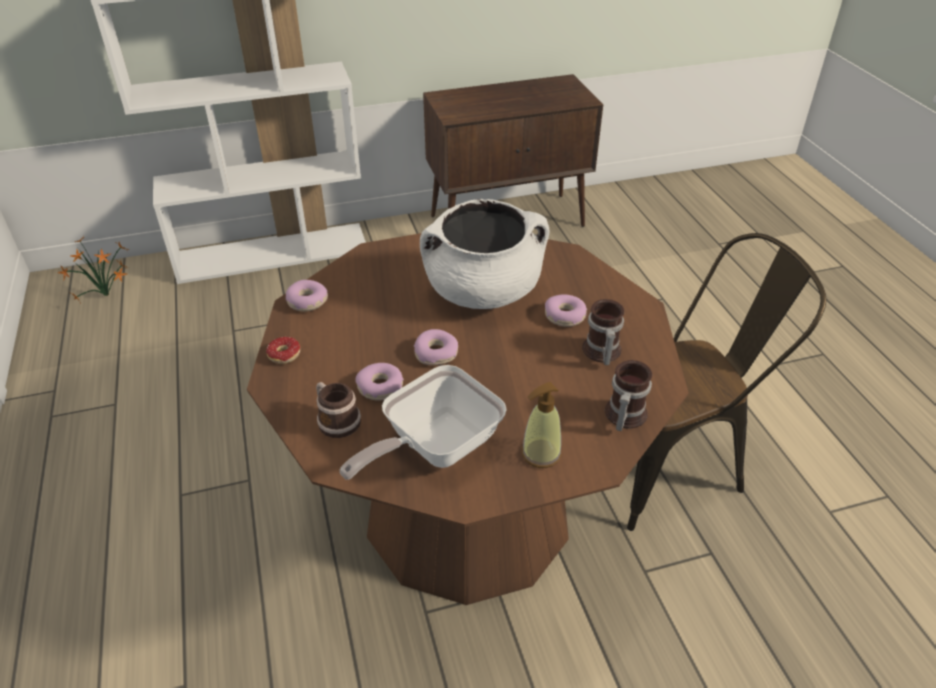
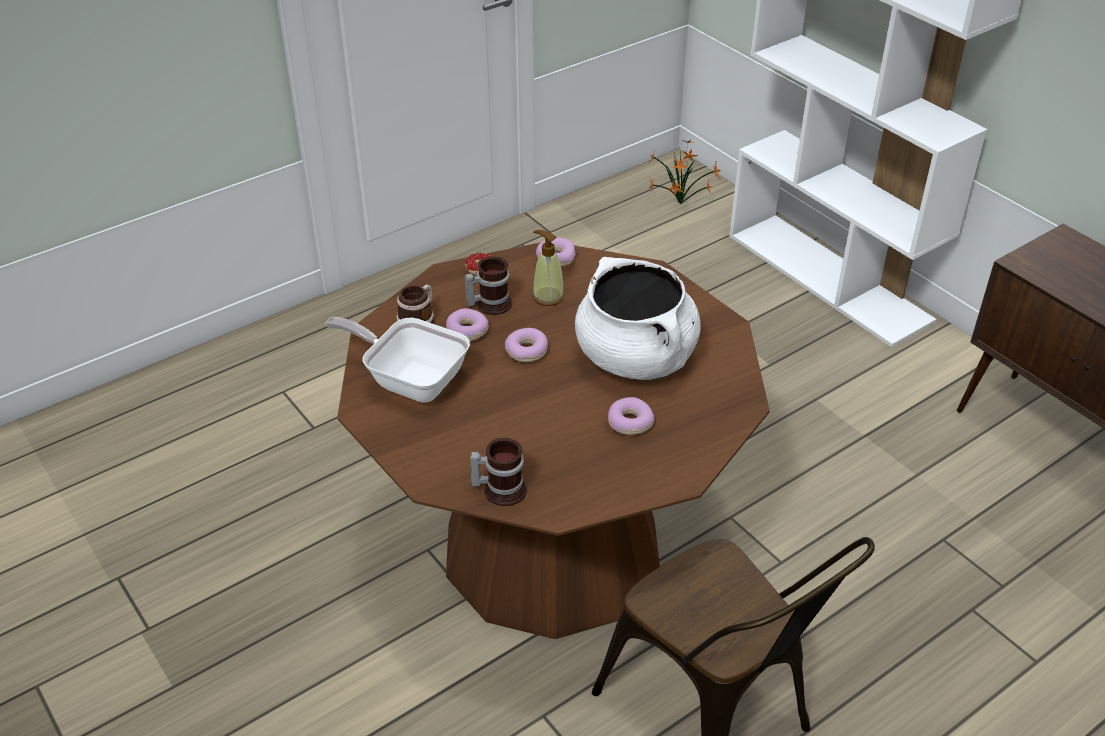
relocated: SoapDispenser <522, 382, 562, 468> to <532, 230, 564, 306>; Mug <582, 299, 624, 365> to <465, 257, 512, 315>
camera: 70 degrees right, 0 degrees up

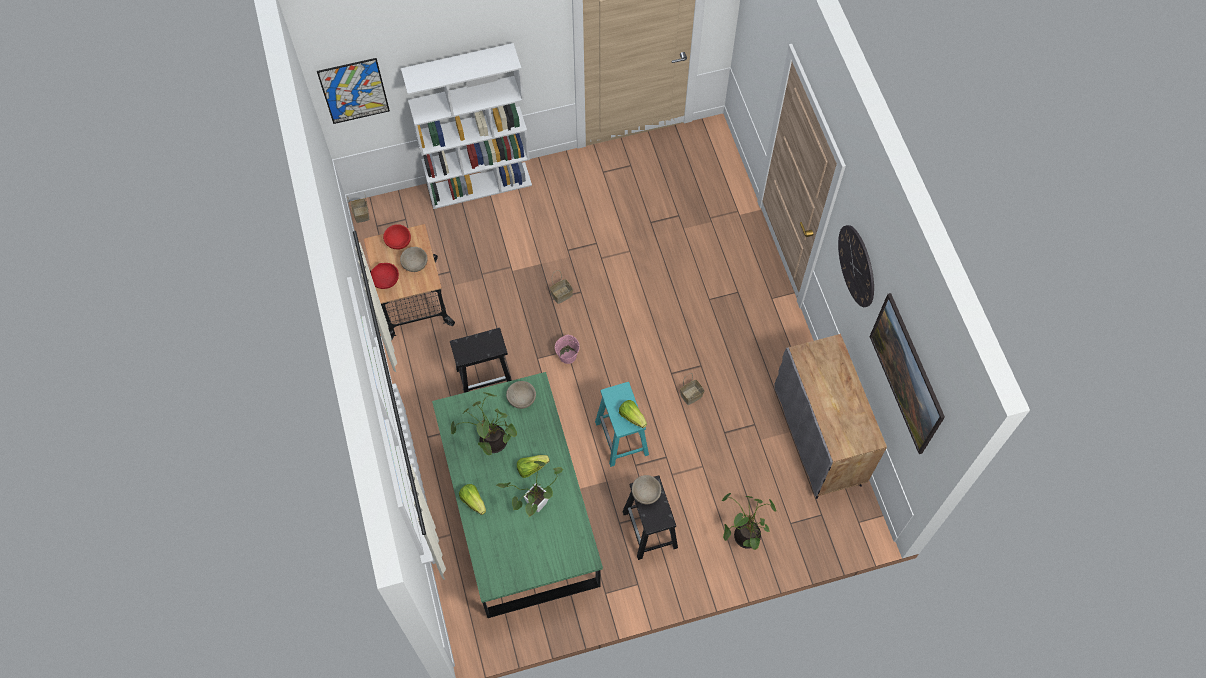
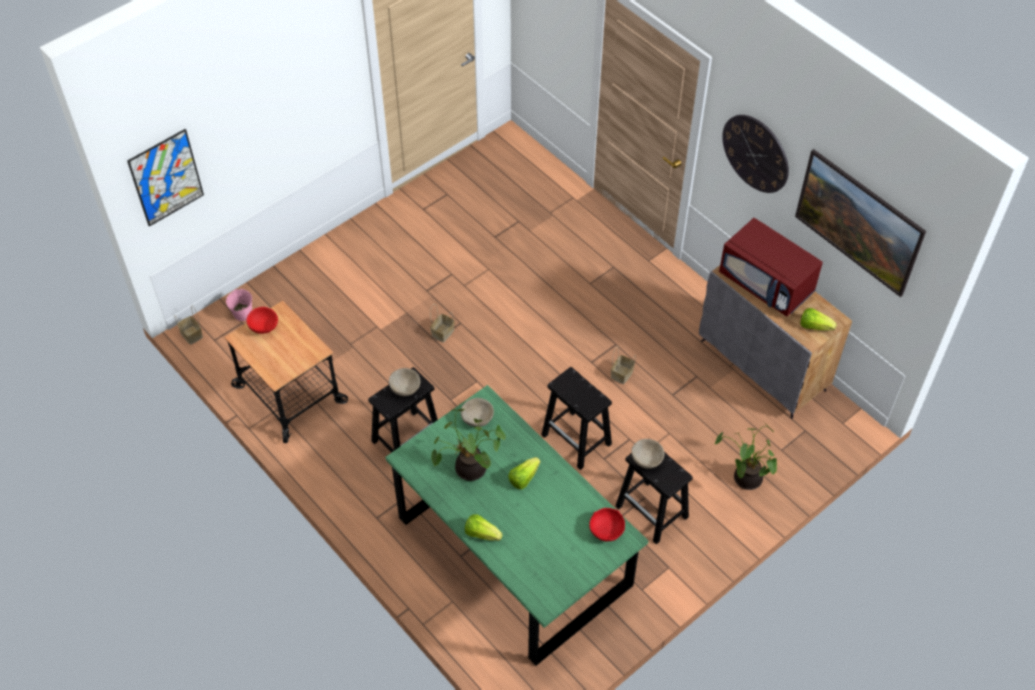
missing: WhiteBookcase <401, 43, 532, 209>; PottedPlant <496, 461, 563, 517>
appeared: RedMicrowave <719, 218, 823, 317>
relocated: RedBowl <370, 263, 399, 289> to <589, 508, 625, 542>; BeigeBowl <400, 247, 428, 272> to <389, 368, 420, 396>; PinkBucket <555, 335, 580, 364> to <226, 289, 252, 321>; Lettuce <619, 400, 647, 428> to <800, 308, 837, 331>
colour: TurquoiseStool <595, 382, 649, 467> to BlackStool <541, 367, 612, 470>
camera: 25 degrees left, 10 degrees down

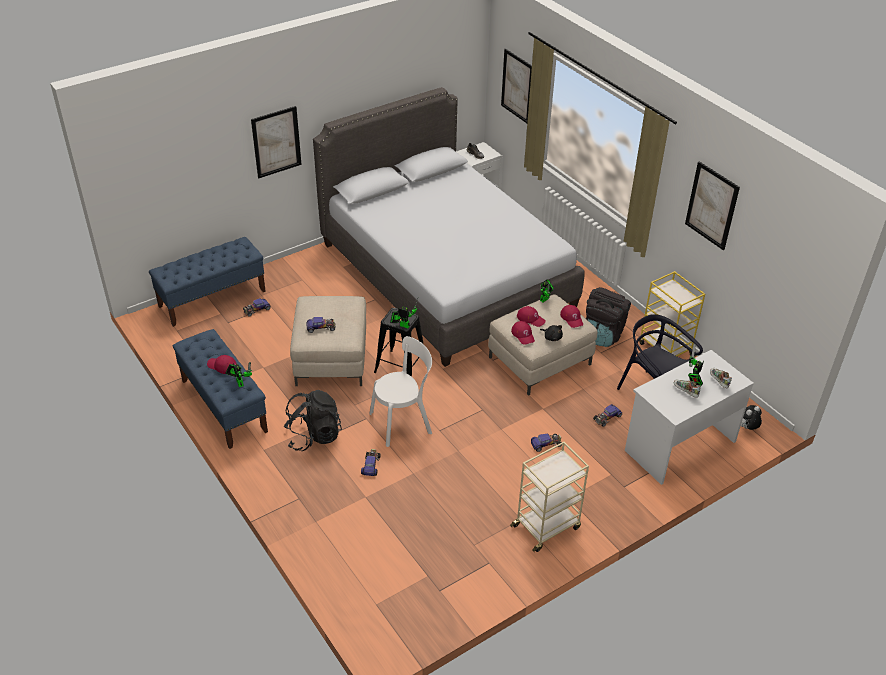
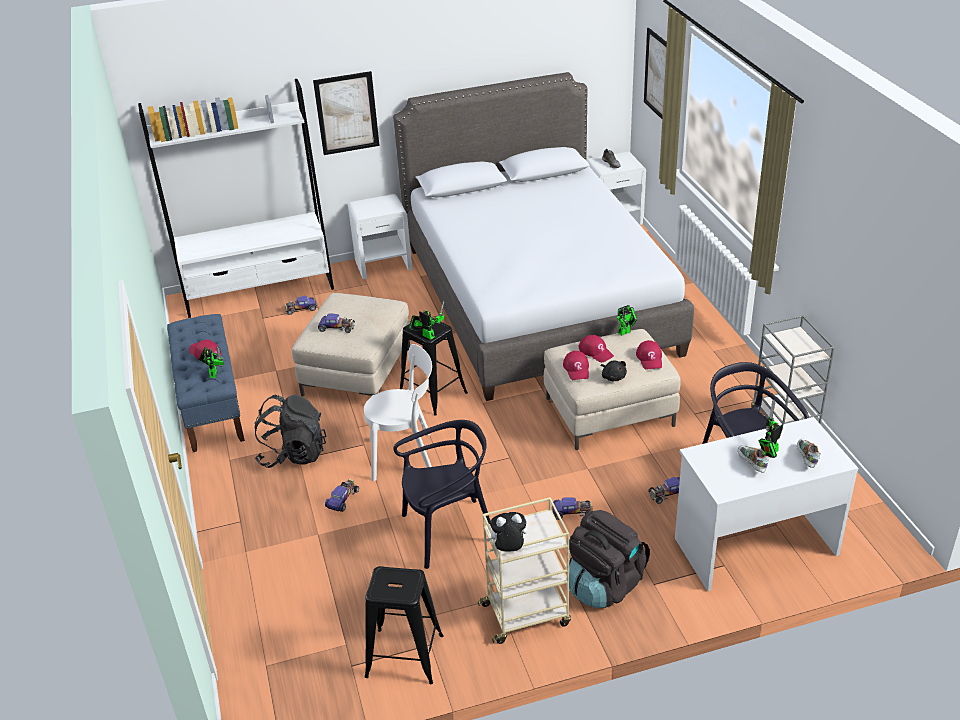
missing: Picture <685, 162, 740, 250>
appeared: WhiteNightstand <348, 194, 412, 279>; BlackStool <365, 566, 444, 684>; BlackChair <393, 420, 490, 569>
relocated: BlackBackpack <586, 287, 631, 347> to <569, 510, 650, 608>; PlushToy <741, 405, 762, 430> to <487, 512, 527, 552>
exchanged: BlueBench <149, 237, 266, 327> to WhiteBookcase <138, 79, 334, 318>
colour: YellowCart <639, 271, 705, 357> to GreyCart <751, 315, 835, 425>
camera: 20 degrees right, 5 degrees down

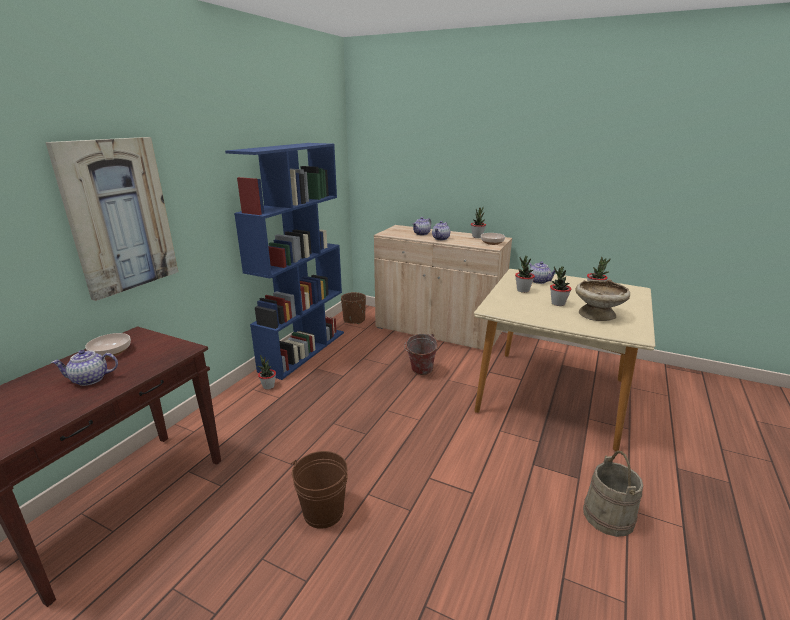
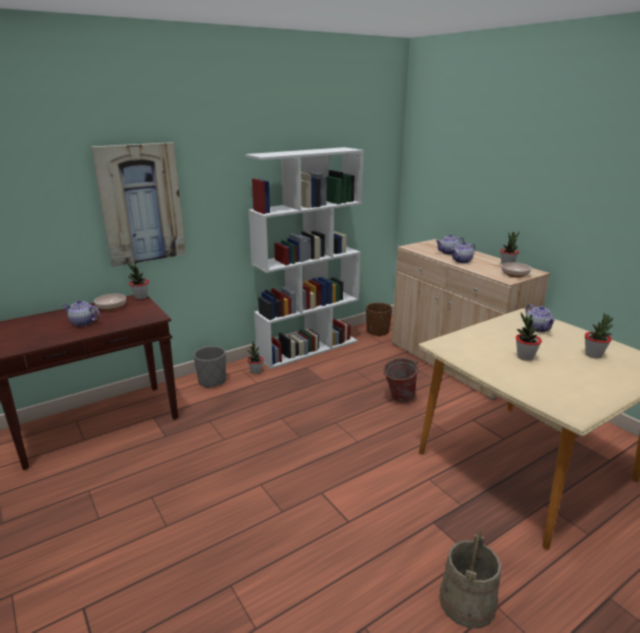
missing: BrownBucket <291, 451, 348, 529>; BeigeBowl <575, 279, 630, 321>
appeared: GreyPlanter <194, 346, 226, 388>
relocated: PottedPlant <515, 256, 535, 293> to <128, 263, 149, 300>
colour: BlueBookcase <225, 143, 344, 380> to WhiteBookcase <245, 147, 364, 369>
camera: 30 degrees right, 0 degrees up

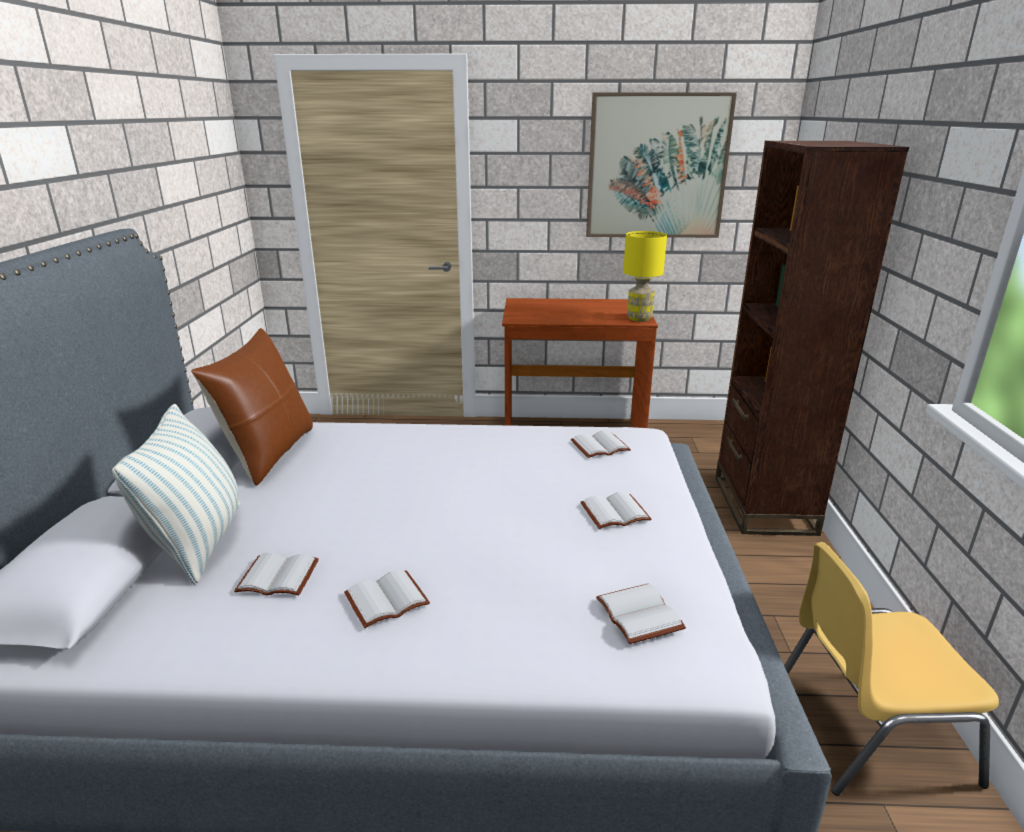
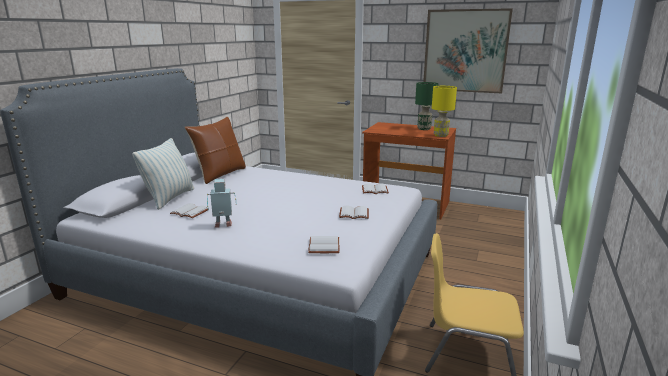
missing: BrownBookcase <715, 141, 909, 536>
appeared: GreenTableLamp <415, 82, 438, 130>
exchanged: WhiteBook <344, 569, 430, 628> to ToyRobot <207, 179, 237, 227>
camera: 20 degrees right, 5 degrees down

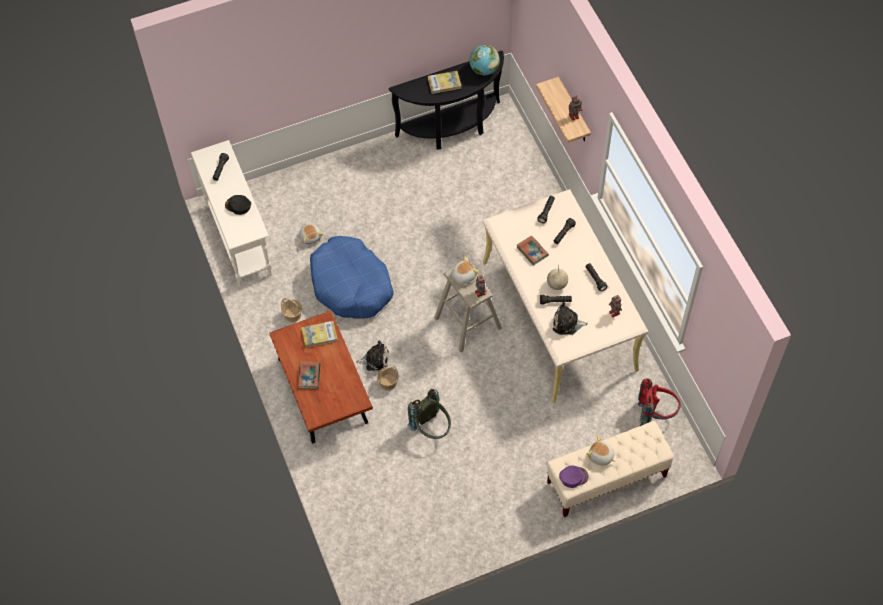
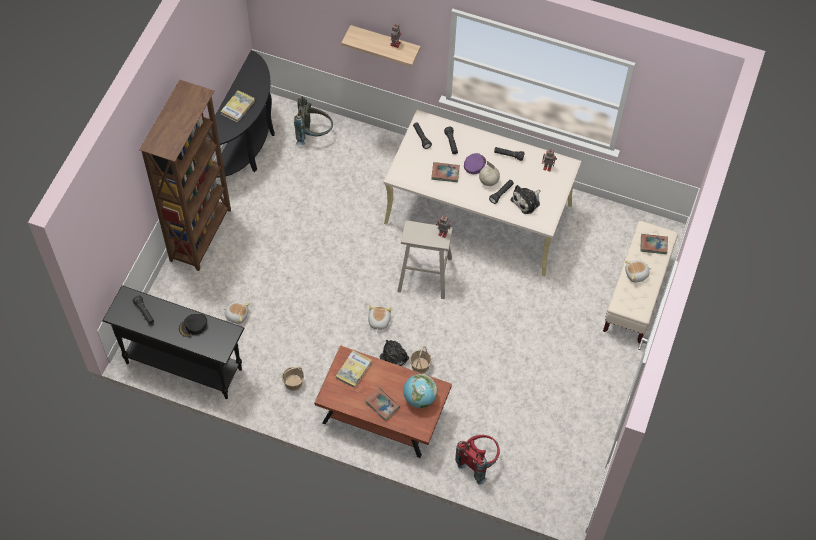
missing: BlueDogBed <310, 236, 393, 318>
appeared: BrownBookcase <139, 80, 231, 271>; Book <640, 234, 668, 254>
relocated: GreyBackpack <407, 389, 451, 439> to <294, 96, 333, 145>; PlushToy <451, 256, 479, 284> to <368, 305, 391, 332>; Globe <470, 45, 500, 75> to <403, 374, 437, 408>; PurpleCap <559, 466, 589, 488> to <464, 153, 486, 174>; RedBackpack <638, 378, 681, 426> to <455, 435, 500, 485>
colour: WhiteConsoleTable <191, 140, 272, 286> to BlackConsoleTable <102, 285, 244, 399>
camera: 50 degrees left, 0 degrees up

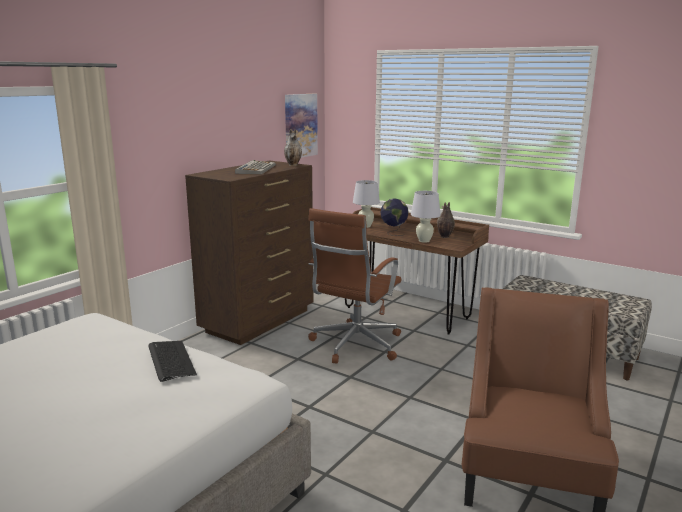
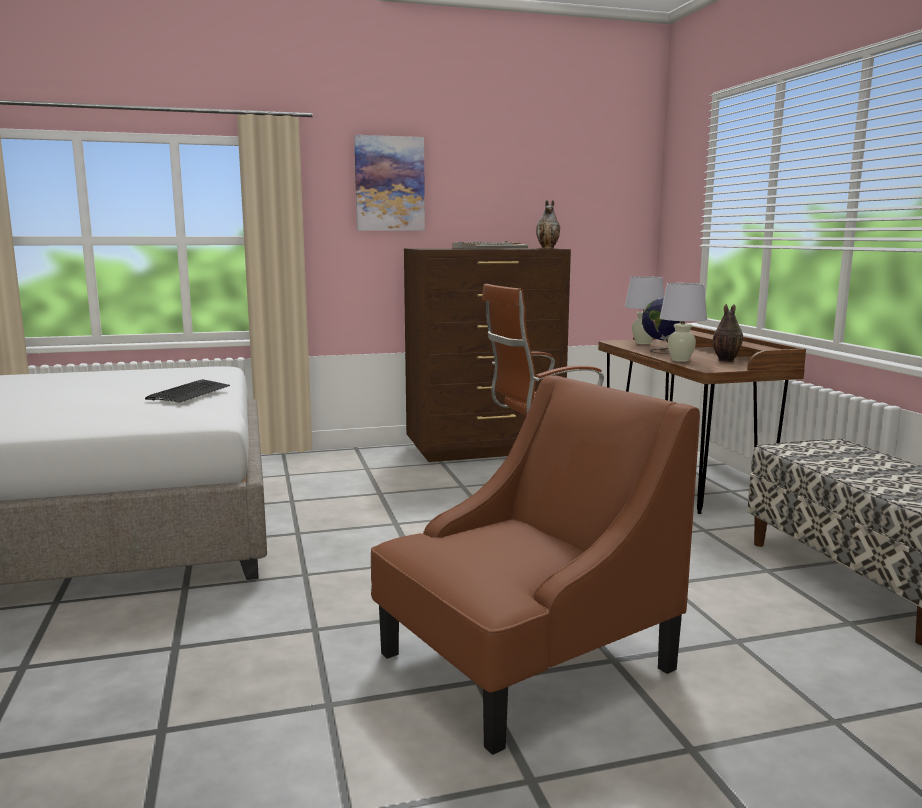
relocated: Picture <285, 94, 318, 158> to <354, 135, 425, 231>
camera: 40 degrees right, 5 degrees down

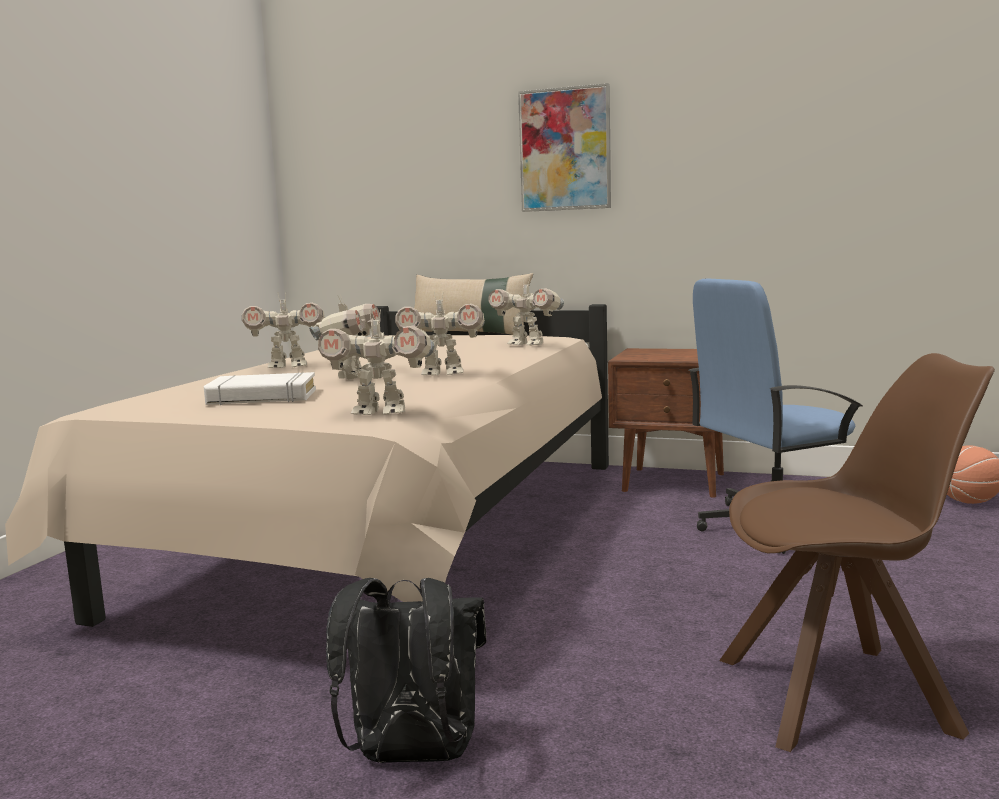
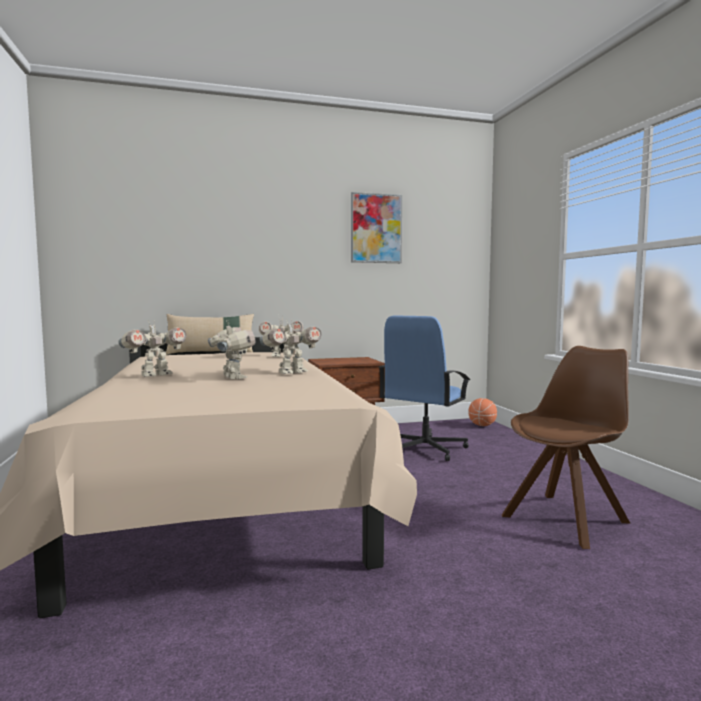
missing: WhiteBook <204, 372, 316, 405>; ToyRobot <318, 309, 434, 415>; BlackBackpack <326, 578, 486, 763>
relocated: Picture <518, 83, 611, 212> to <351, 192, 402, 263>
camera: 35 degrees left, 5 degrees down

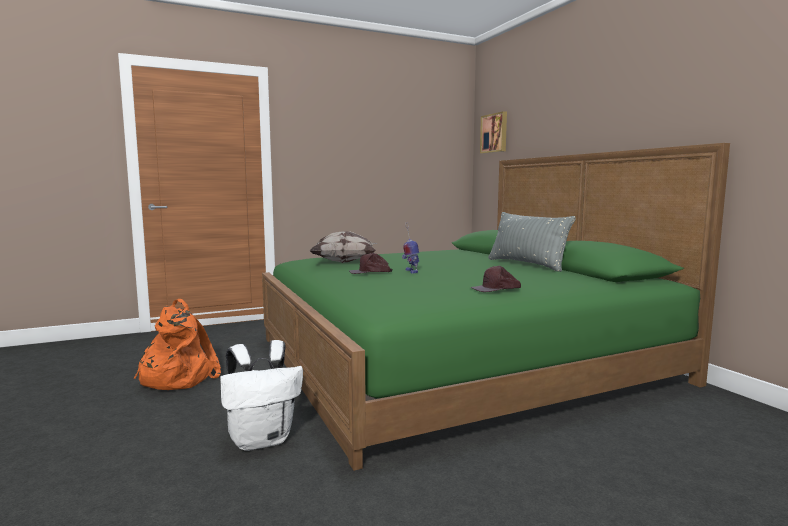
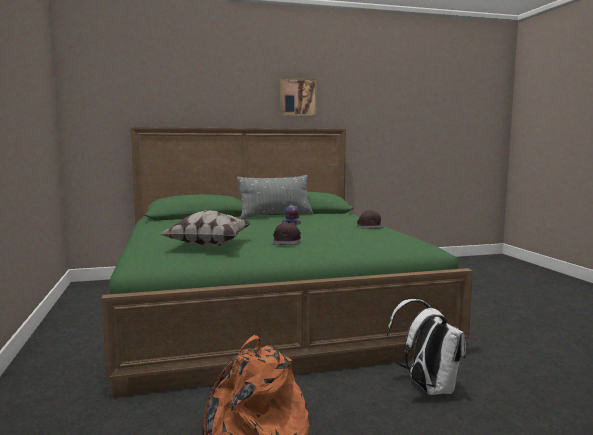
relocated: Picture <480, 111, 507, 154> to <280, 78, 317, 116>
camera: 80 degrees left, 0 degrees up

